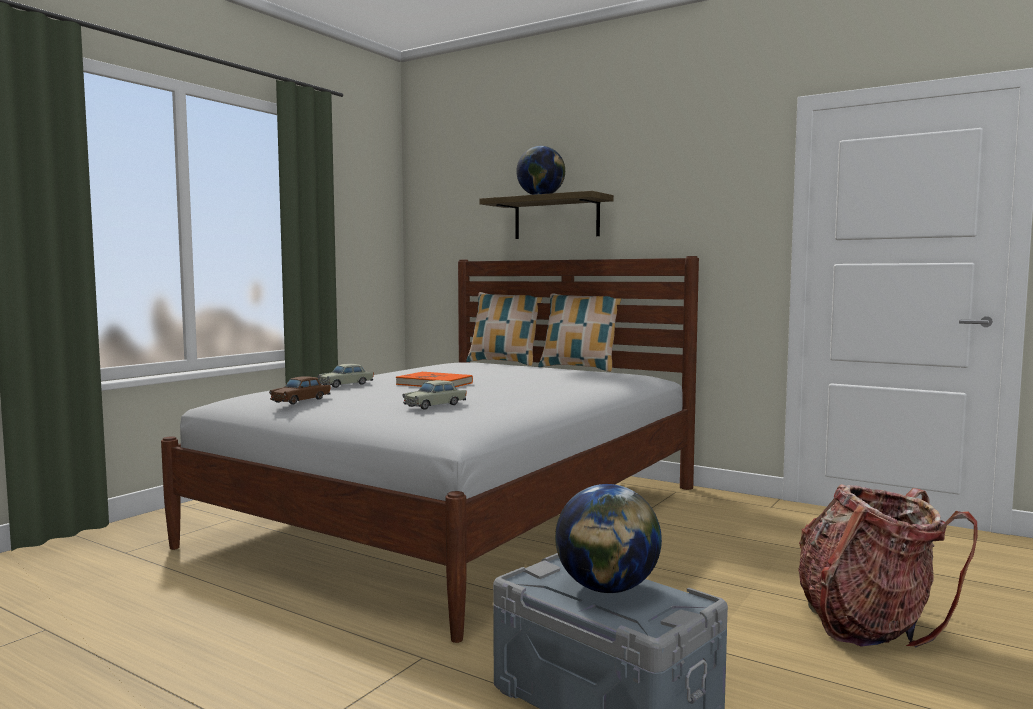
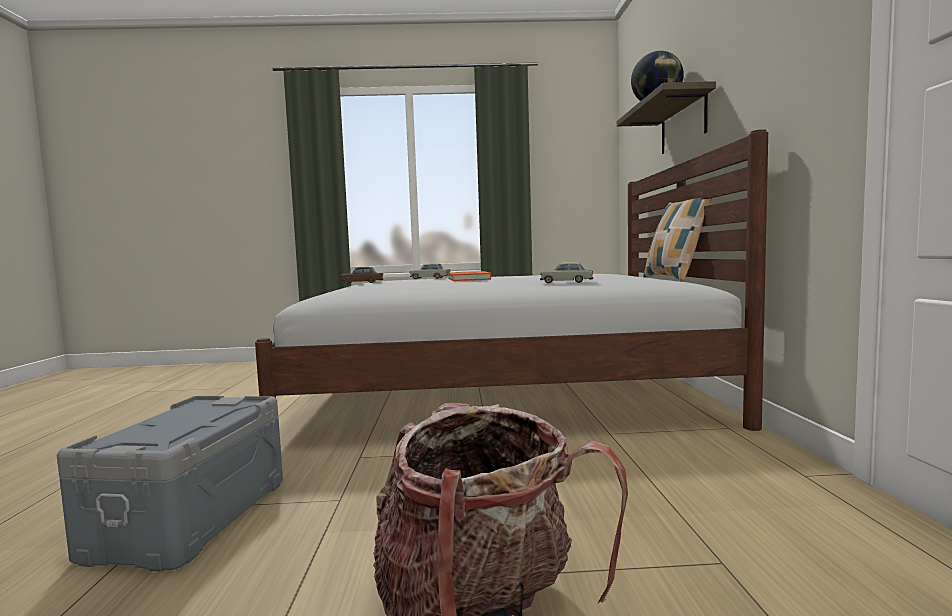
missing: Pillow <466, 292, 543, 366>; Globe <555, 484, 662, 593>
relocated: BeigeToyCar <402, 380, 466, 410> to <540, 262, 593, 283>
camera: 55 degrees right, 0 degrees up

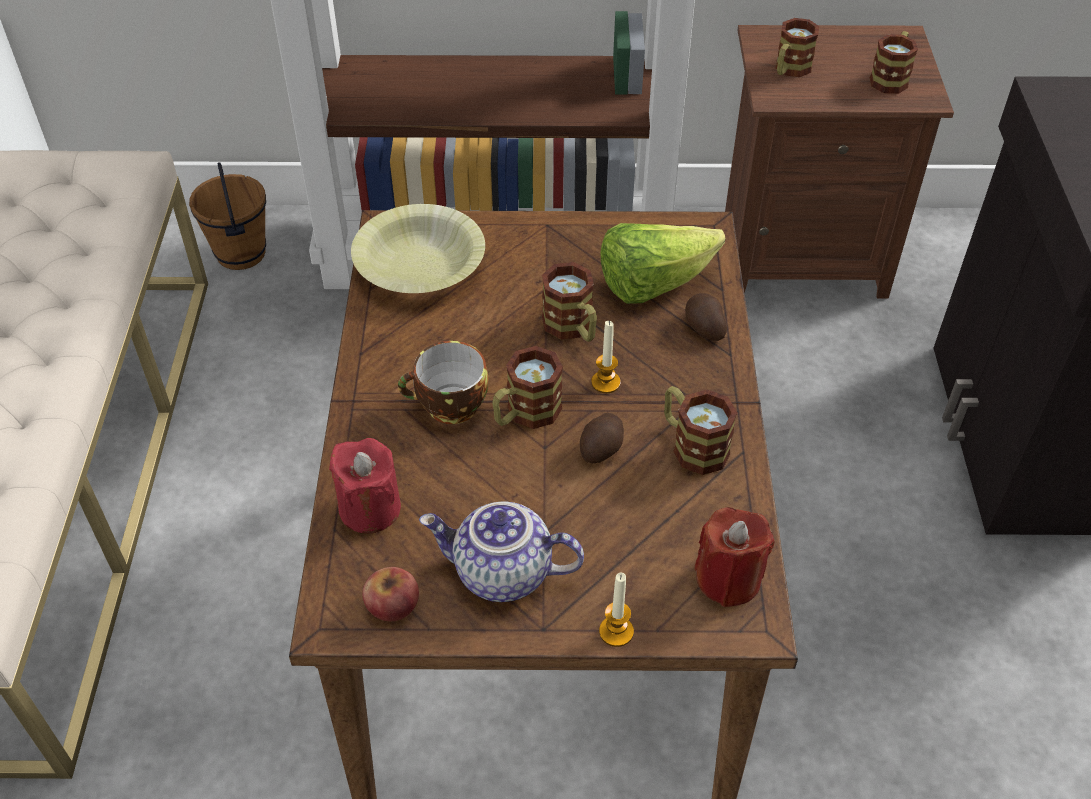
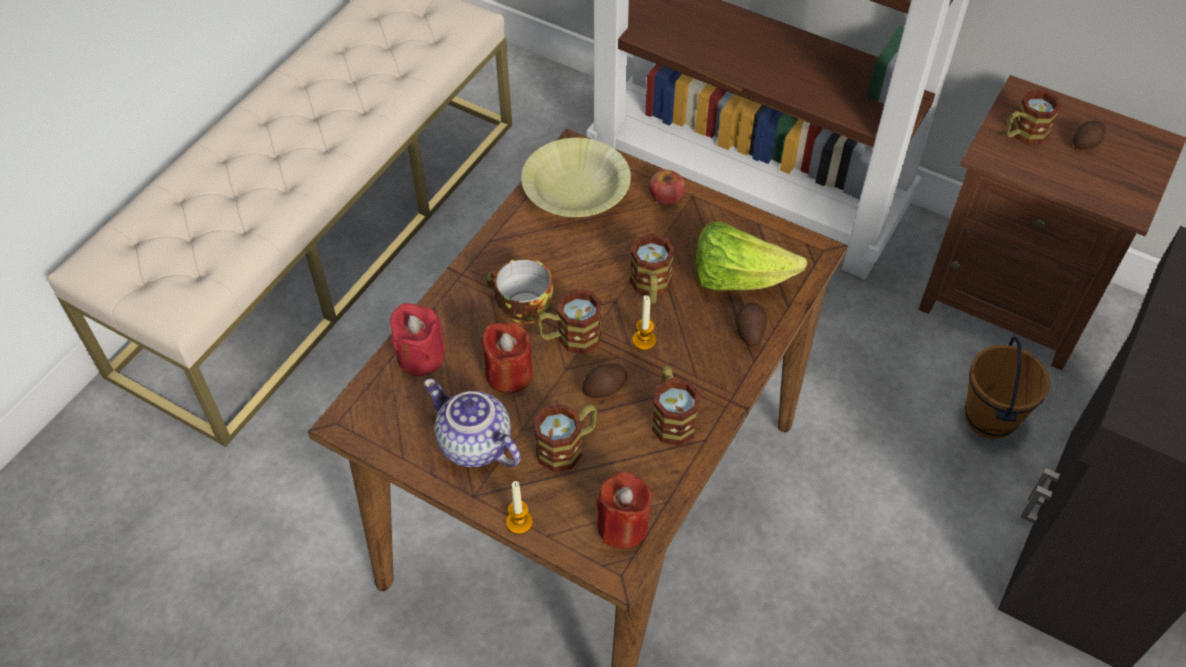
appeared: RedCandle <481, 322, 533, 394>; Potato <1073, 121, 1106, 150>
relocated: BrownBucket <189, 162, 266, 270> to <965, 337, 1050, 439>; Apple <362, 567, 419, 621> to <649, 170, 685, 205>; Mug <870, 31, 918, 94> to <534, 404, 597, 472>
camera: 30 degrees right, 5 degrees up

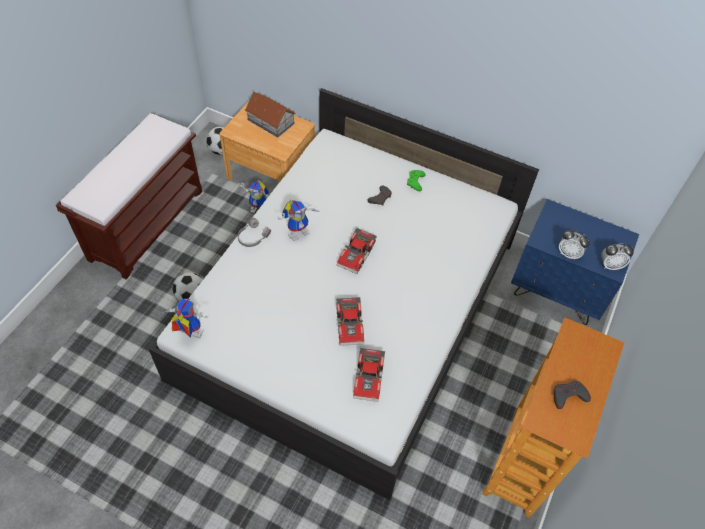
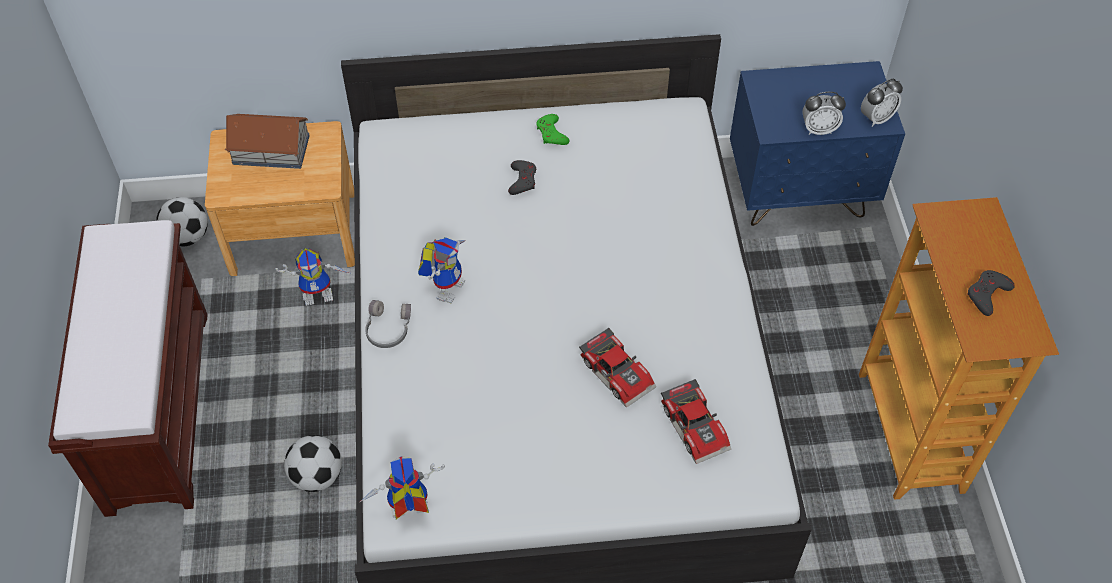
missing: ToyCar <337, 228, 377, 274>
camera: 30 degrees left, 0 degrees up

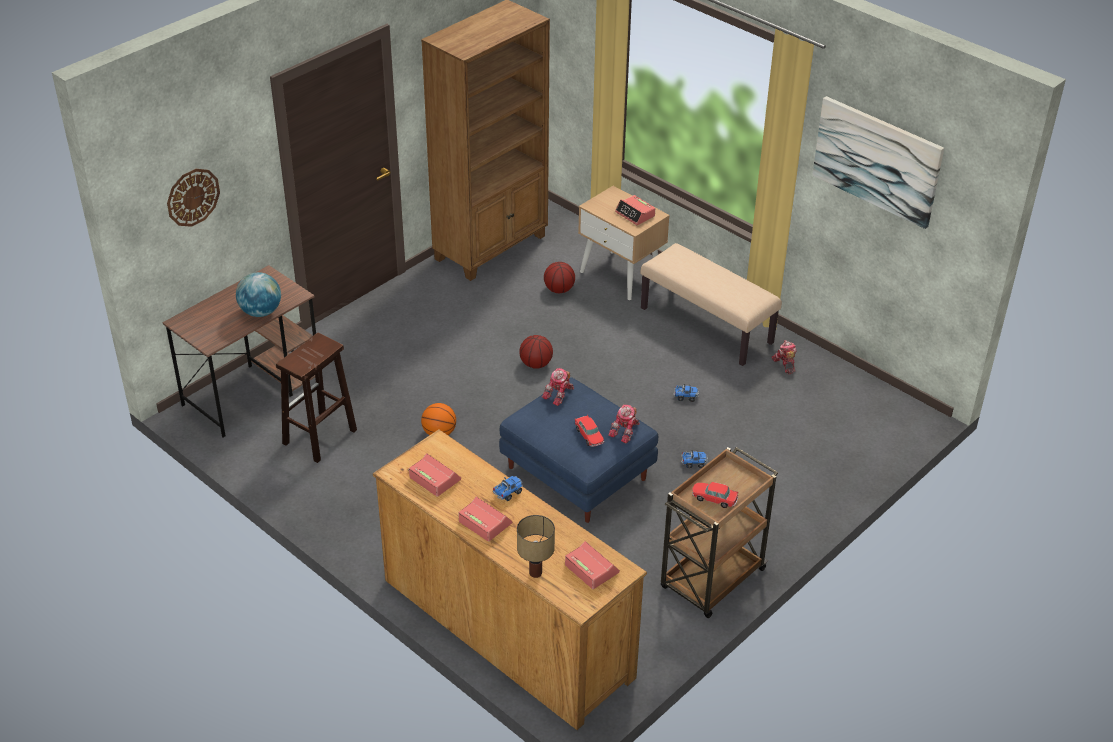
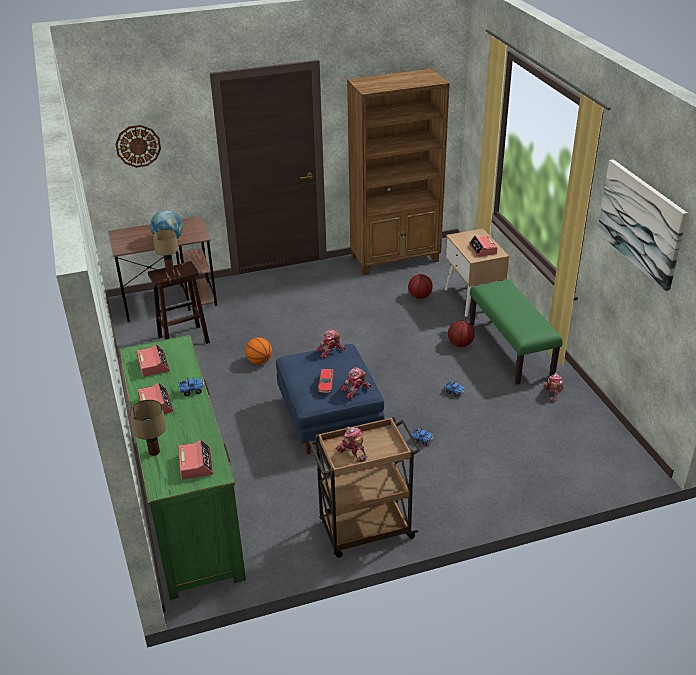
appeared: TableLamp <153, 229, 178, 271>
relocated: Basketball <519, 335, 553, 369> to <448, 321, 475, 347>
exchanged: ToyCar <692, 482, 739, 508> to ToyRobot <336, 427, 367, 462>
colour: BrownDresser <373, 429, 647, 730> to GreenDresser <119, 335, 246, 600>; BeigeBench <640, 243, 782, 366> to GreenBench <469, 280, 563, 385>
camera: 30 degrees right, 5 degrees down

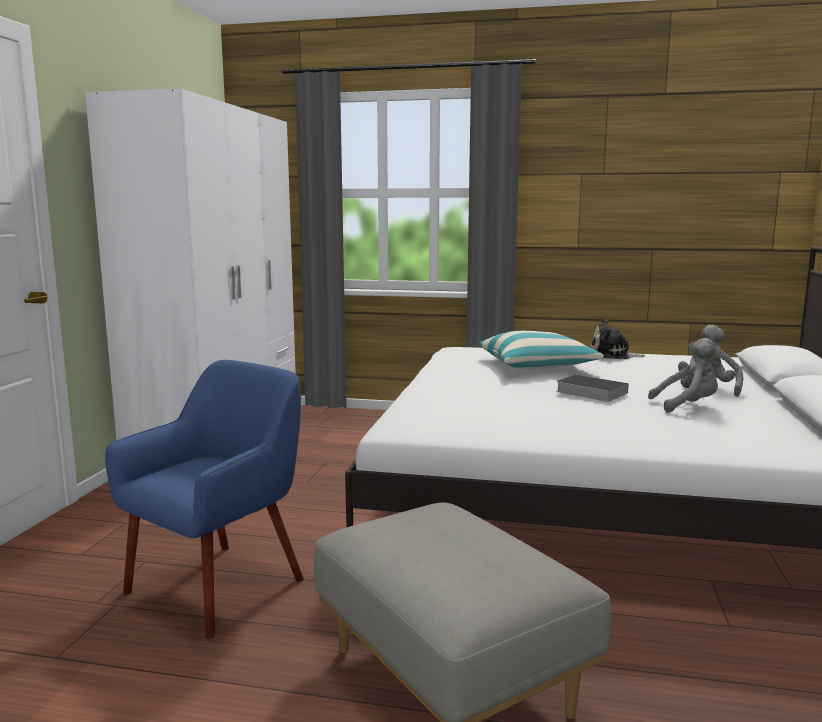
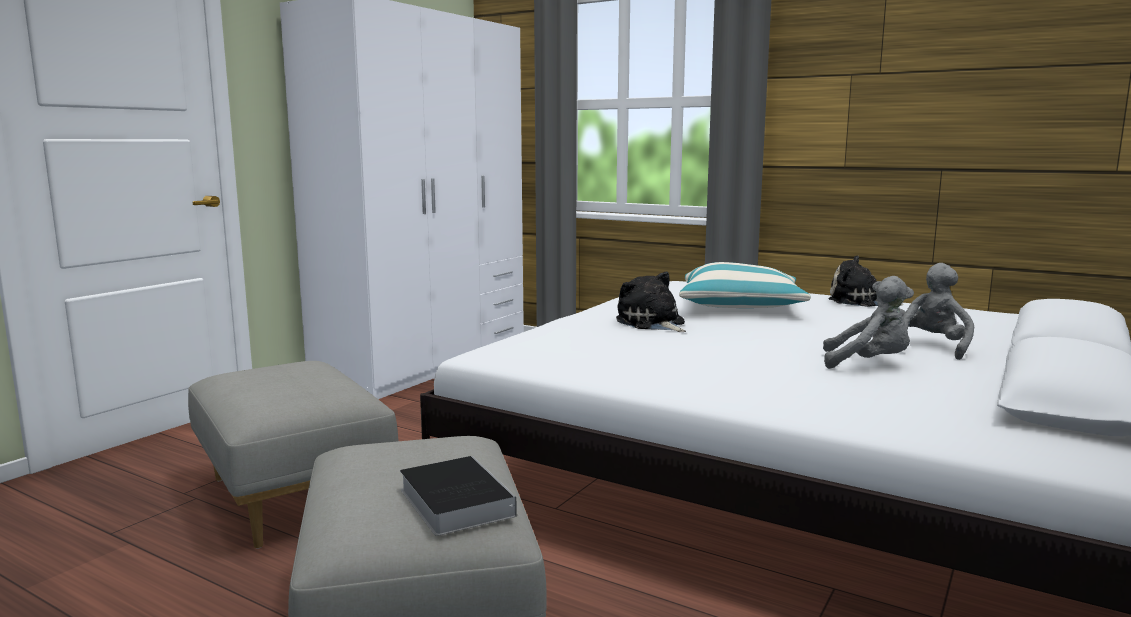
appeared: PlushToy <616, 272, 686, 332>
relocated: Book <556, 375, 629, 402> to <400, 456, 517, 536>
exchanged: BlueArmchair <105, 360, 304, 639> to GreyOttoman <188, 361, 398, 549>
camera: 20 degrees right, 0 degrees up

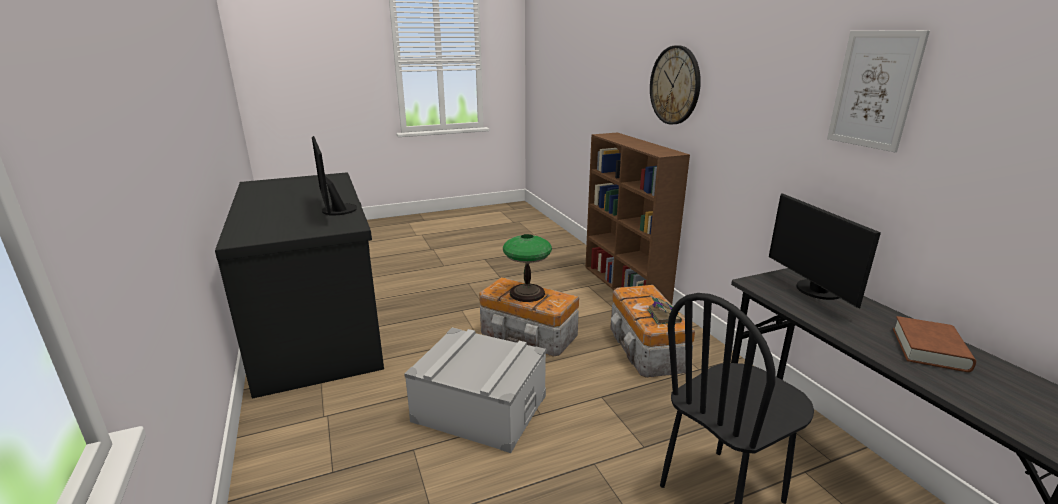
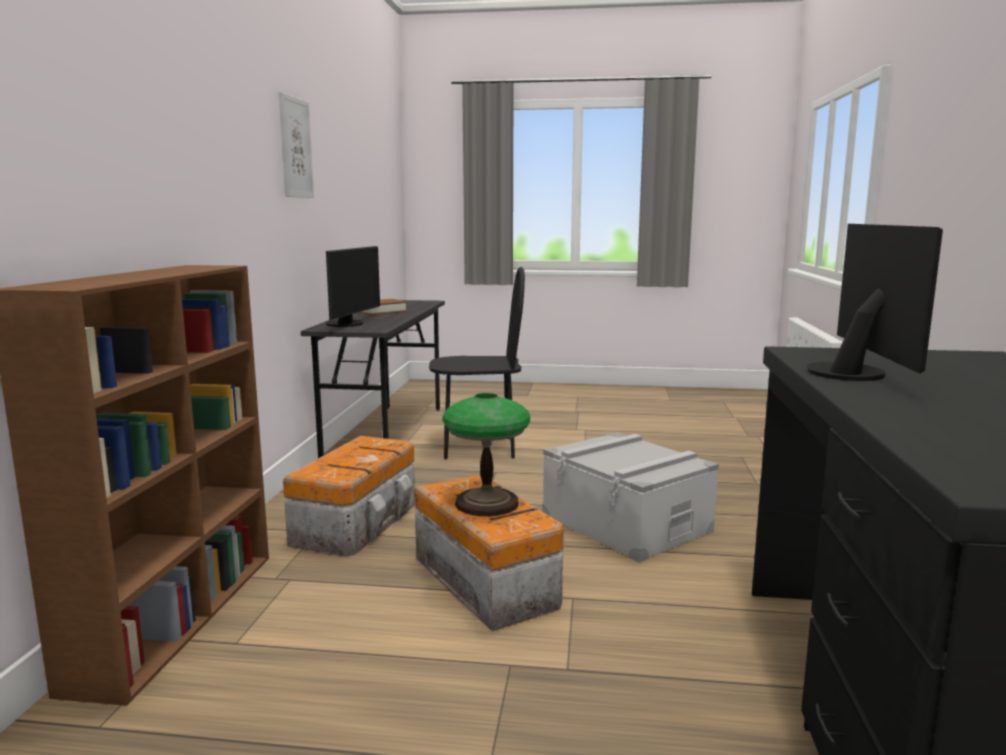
missing: Book <647, 296, 682, 325>; WallClock <650, 45, 701, 125>
camera: 150 degrees left, 10 degrees down

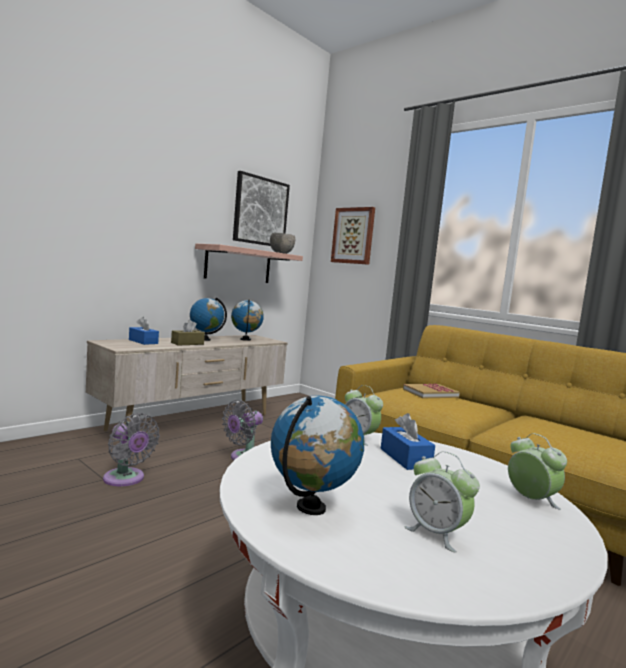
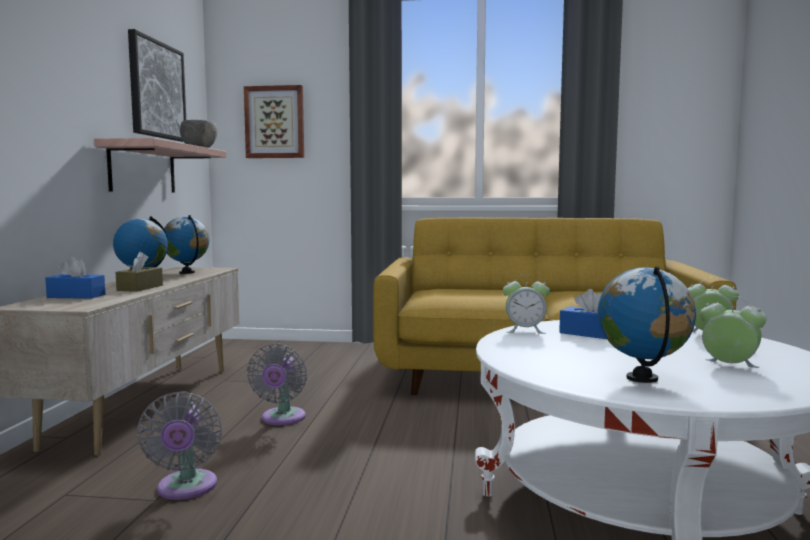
missing: Book <403, 384, 460, 398>
spun: GreyFan <103, 413, 160, 486> = <136, 391, 222, 500> 75 degrees clockwise; AlarmClock <404, 451, 480, 553> = <700, 296, 767, 368> 150 degrees counterclockwise
camera: 35 degrees left, 0 degrees up

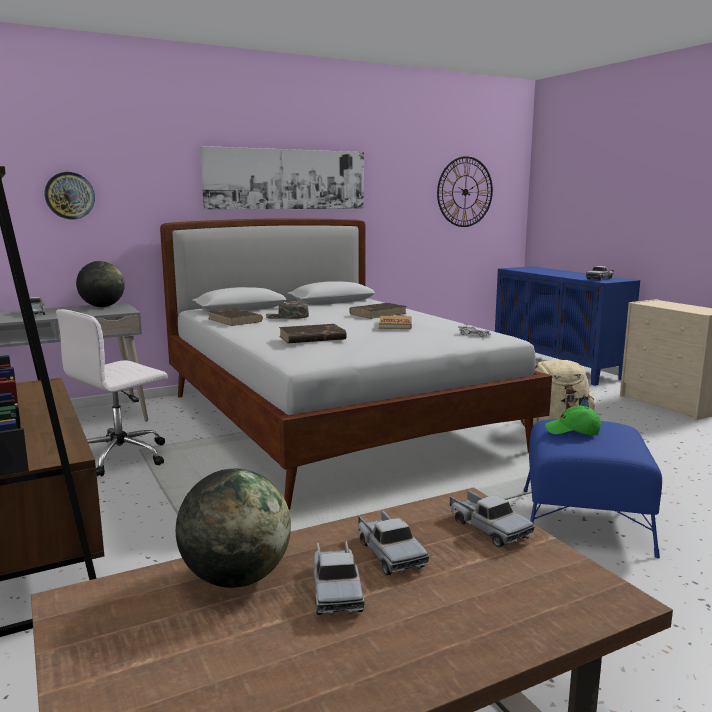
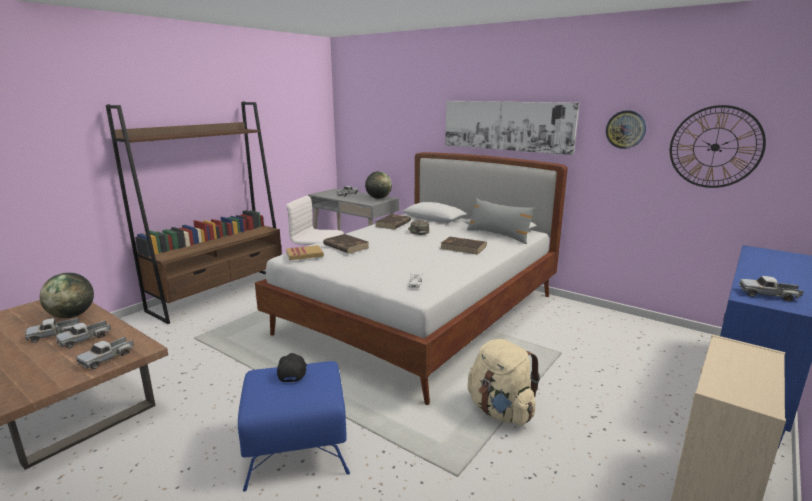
appeared: GreyPillow <467, 198, 536, 244>
relocated: WallClock <45, 172, 95, 219> to <606, 110, 646, 149>; Book <379, 316, 412, 329> to <286, 245, 324, 260>
colour: GreenCap <545, 406, 601, 435> to BlackCap <277, 353, 307, 382>
camera: 65 degrees right, 5 degrees up

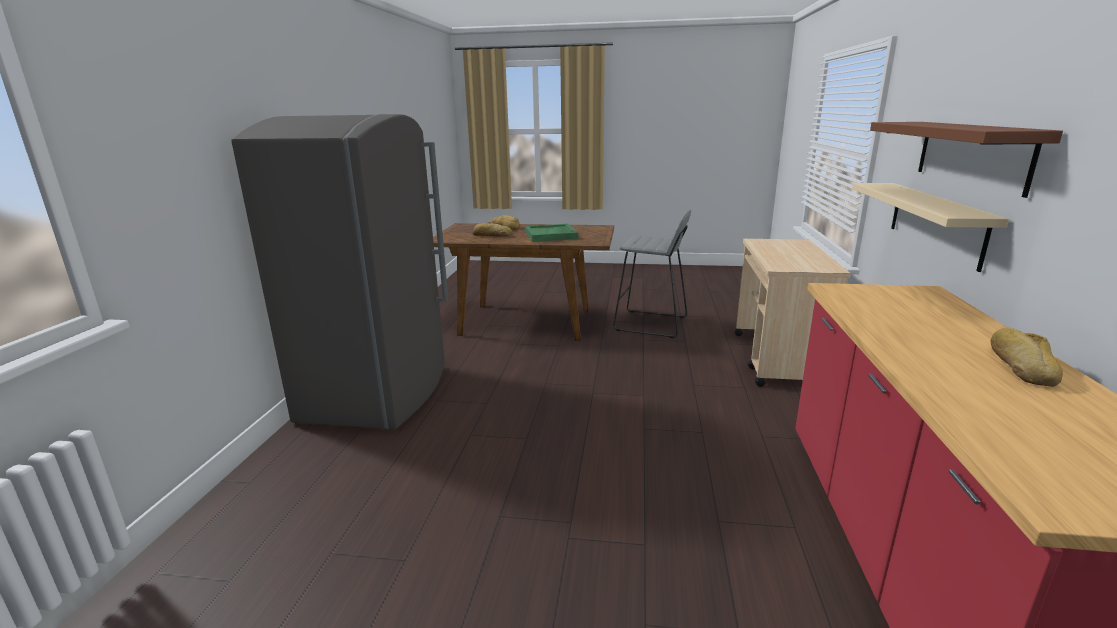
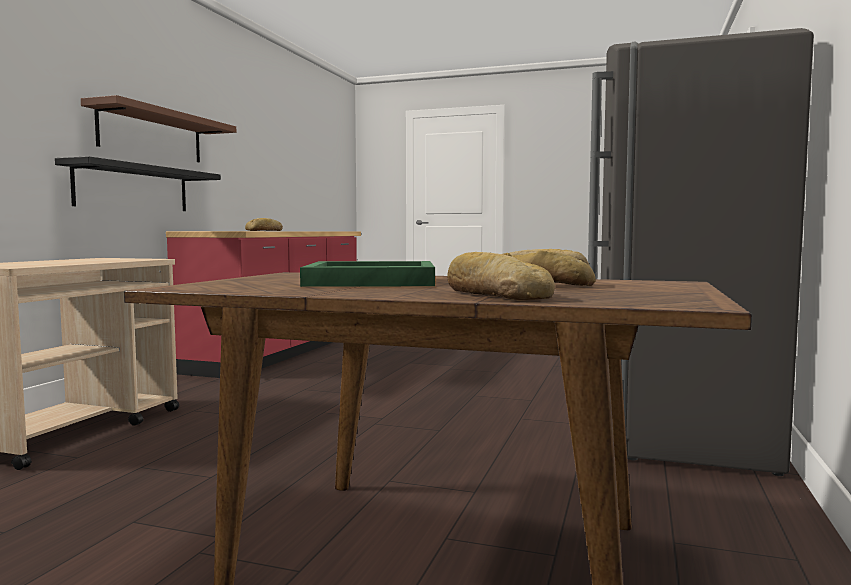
missing: GreyStool <613, 210, 691, 338>
colour: BeigeShelf <852, 183, 1009, 272> to BlackShelf <55, 156, 221, 211>
camera: 170 degrees left, 15 degrees down

